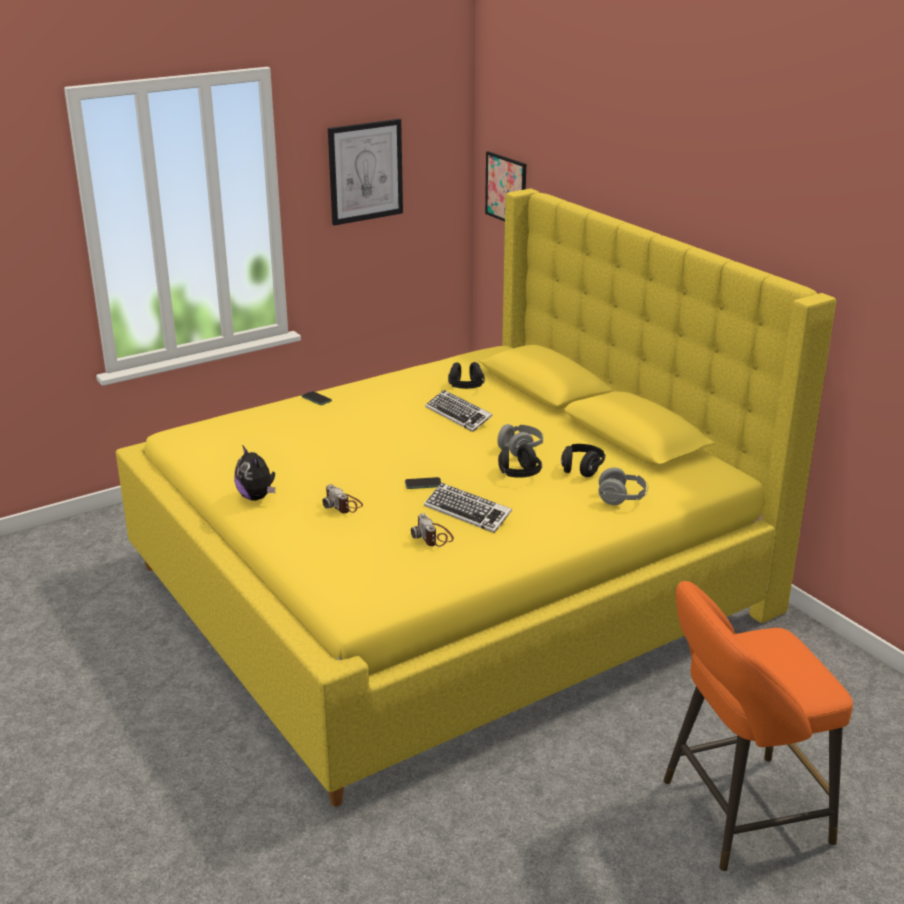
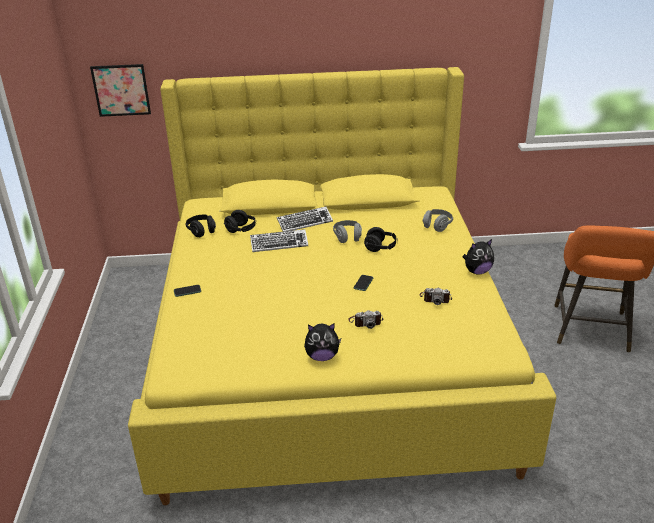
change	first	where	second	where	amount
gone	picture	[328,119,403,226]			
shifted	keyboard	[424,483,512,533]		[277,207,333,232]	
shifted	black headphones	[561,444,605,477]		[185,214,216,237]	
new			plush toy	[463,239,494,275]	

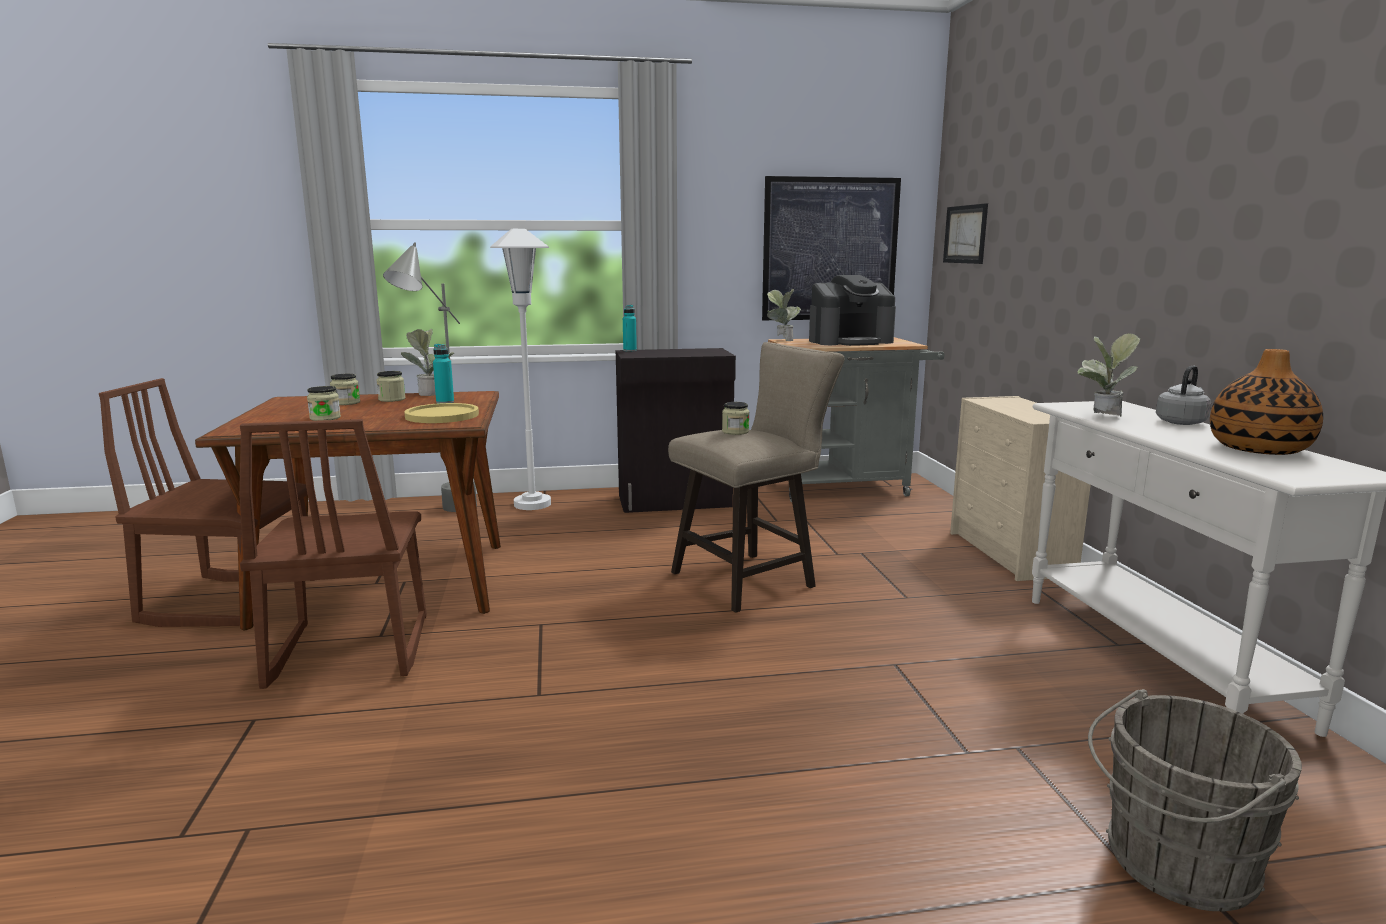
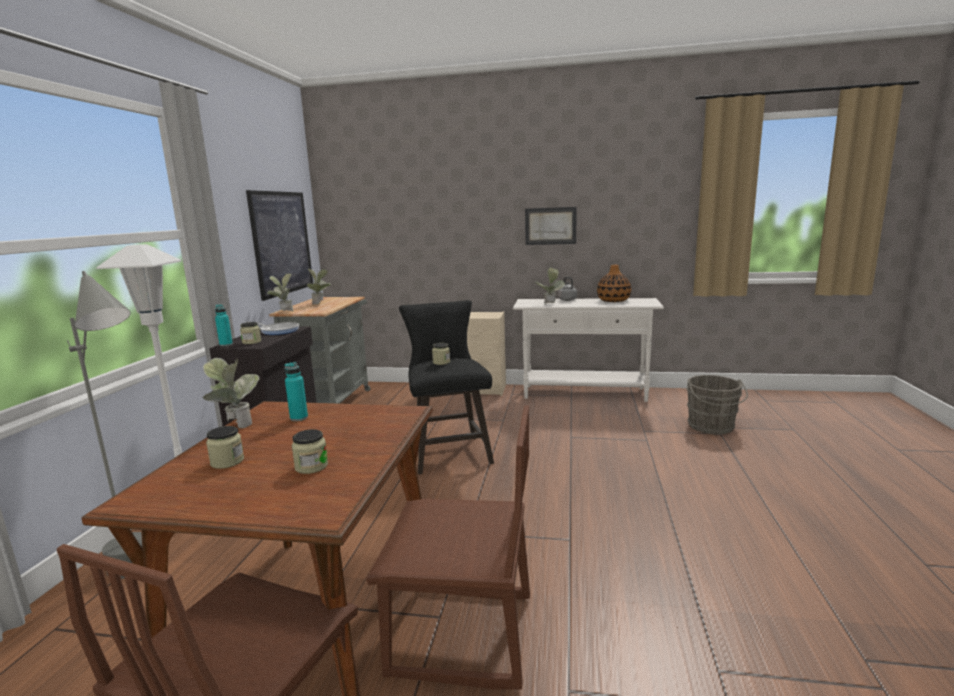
change	first	where	second	where	amount
shifted	jar	[376,371,405,402]		[240,322,261,344]	
gone	yellow plate	[404,403,479,423]			
repainted	beige stool	[668,342,845,613]	black stool	[399,300,494,474]	
swapped	coffee machine	[809,275,896,346]	potted plant	[307,269,331,305]	
shifted	picture	[943,203,988,264]		[525,207,577,245]	
new			frying pan	[258,322,299,335]	

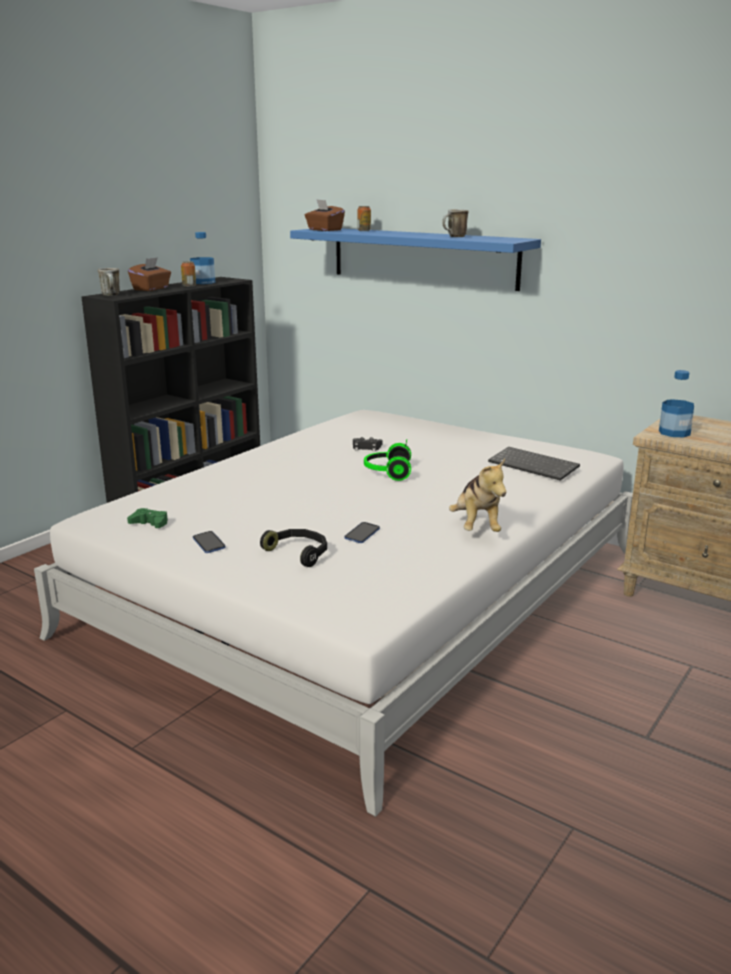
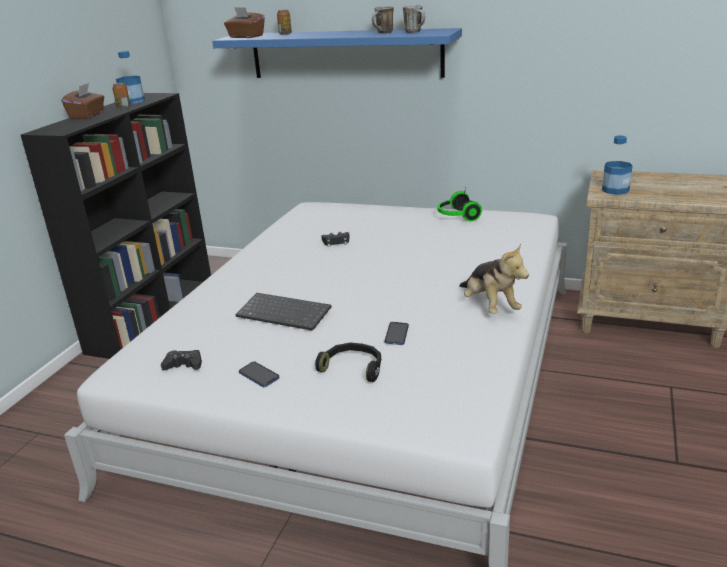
change	first	where	second	where	amount
shifted	mug	[98,268,120,296]		[403,5,425,33]	
repainted	green game controller	[127,508,168,528]	black game controller	[161,350,202,370]	
shifted	headphones	[364,439,411,481]		[437,187,482,221]	
shifted	keyboard	[488,447,580,481]		[235,293,332,331]	

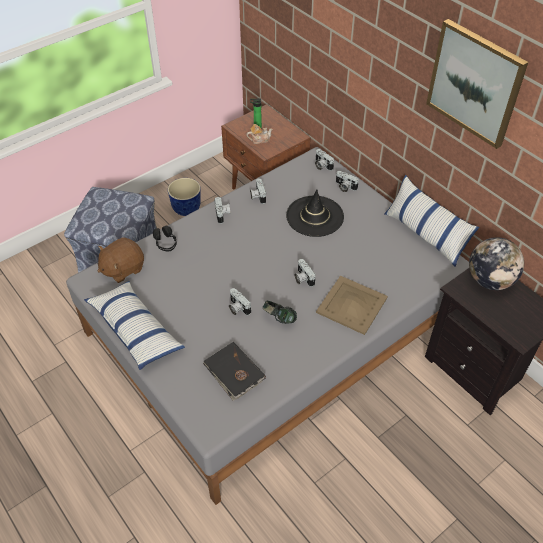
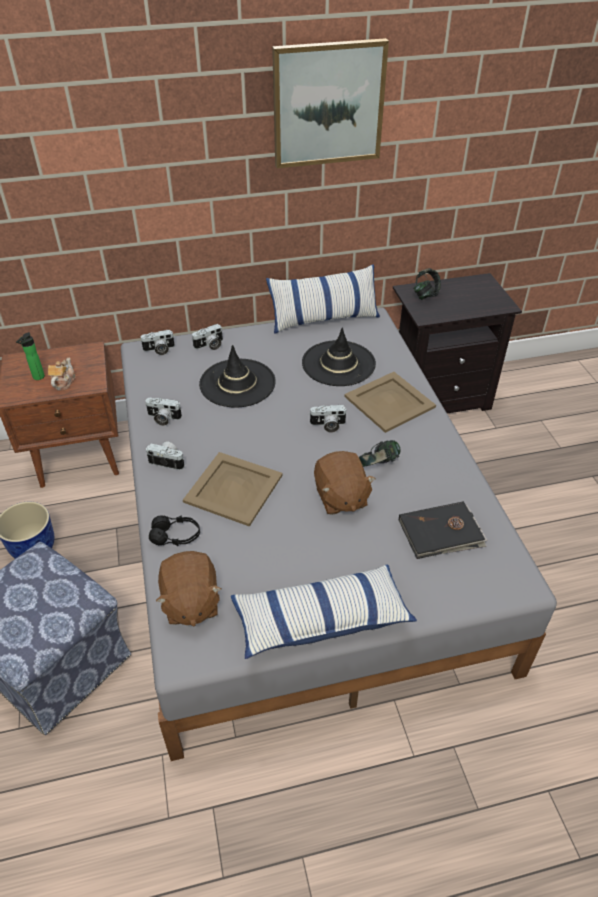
change	first	where	second	where	amount
swapped	photo camera	[229,288,251,315]	brown plush toy	[314,451,376,515]	
swapped	globe	[469,237,524,290]	headphones	[413,268,441,300]	
new			beige tray	[183,452,283,527]	
new			black hat	[302,327,376,386]	

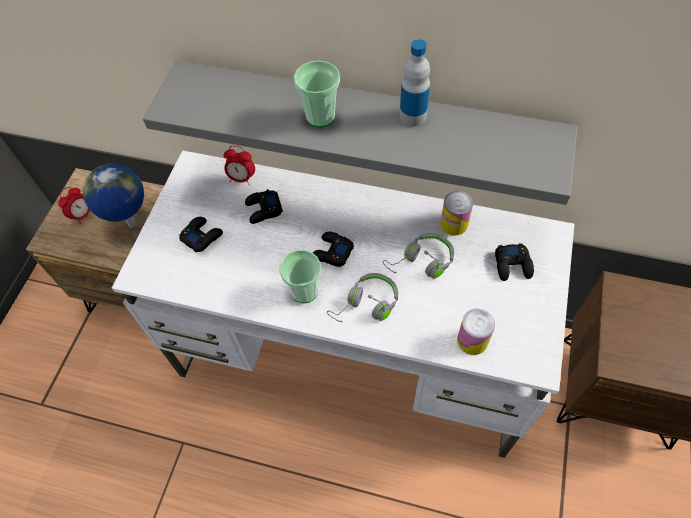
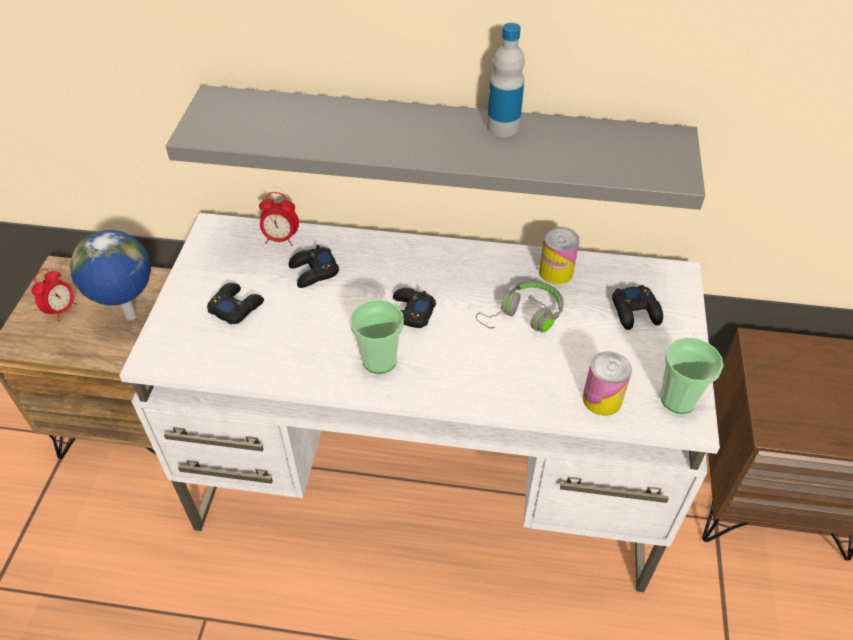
change	first	where	second	where	amount
shifted	cup	[294,61,340,127]		[660,338,724,414]	
gone	grey headphones	[327,273,398,322]			

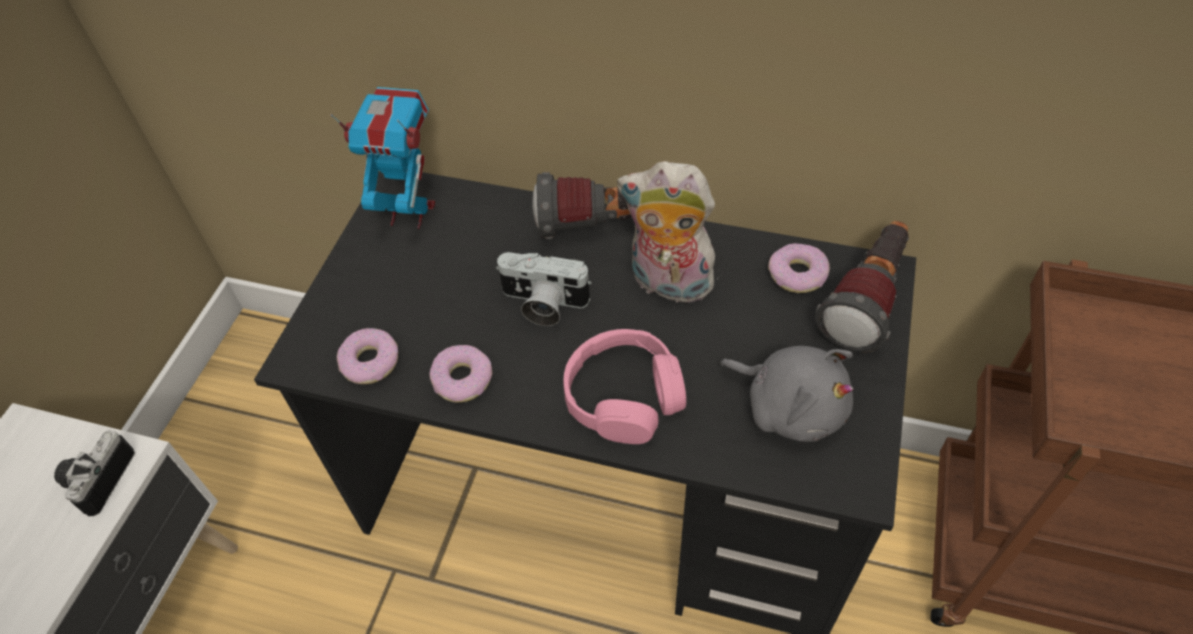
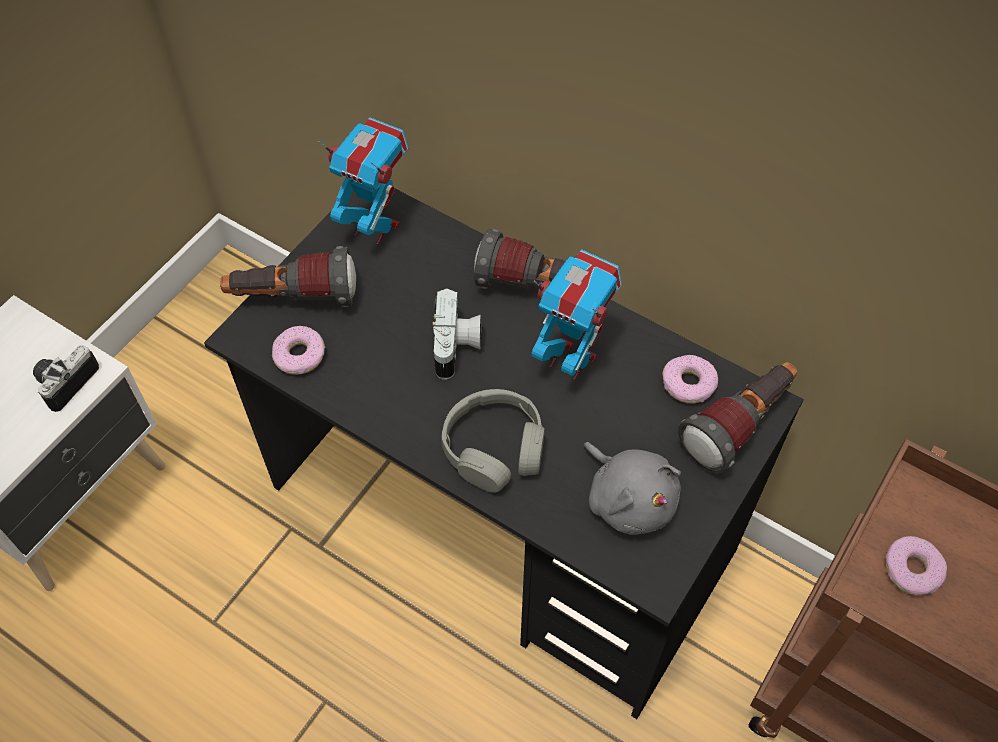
change	first	where	second	where	amount
shifted	donut	[429,345,492,402]		[886,536,947,595]	
rotated	photo camera	[496,252,592,326]		[433,289,481,380]	120 degrees counterclockwise
repainted	pink headphones	[564,329,686,444]	grey headphones	[441,389,545,493]	
swapped	plush toy	[617,161,718,308]	toy robot	[531,249,622,380]	
new			flashlight	[220,246,356,308]	

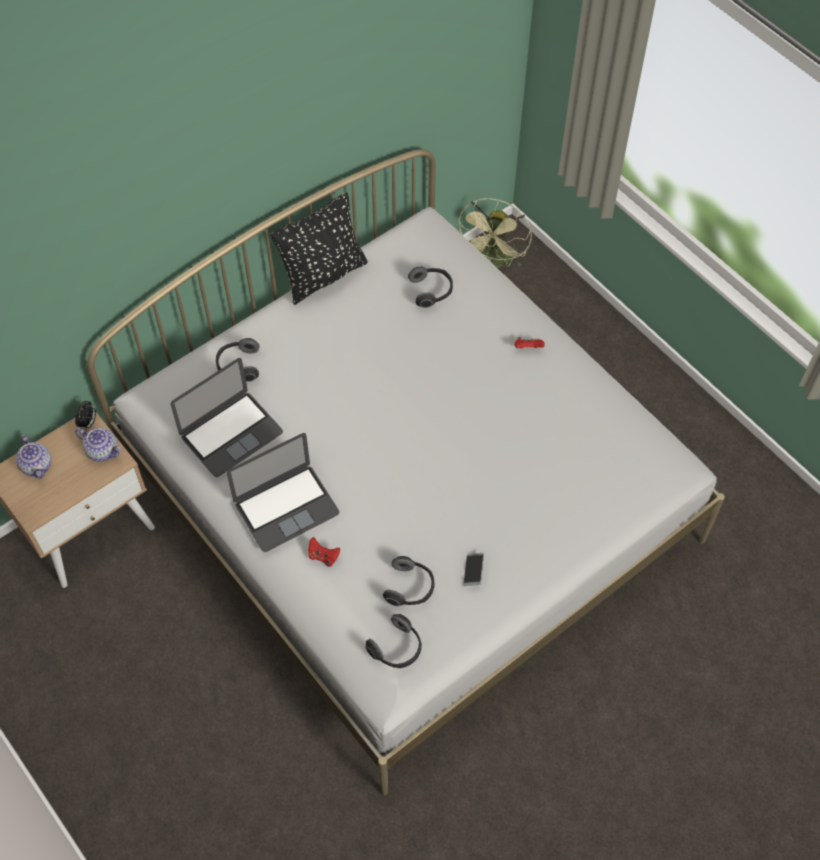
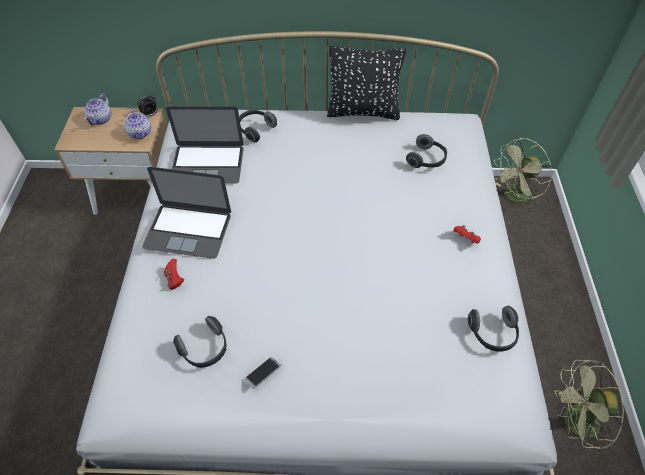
change	first	where	second	where	amount
shifted	headphones	[366,614,422,668]		[468,306,519,352]	
new			green fan	[555,360,624,453]	

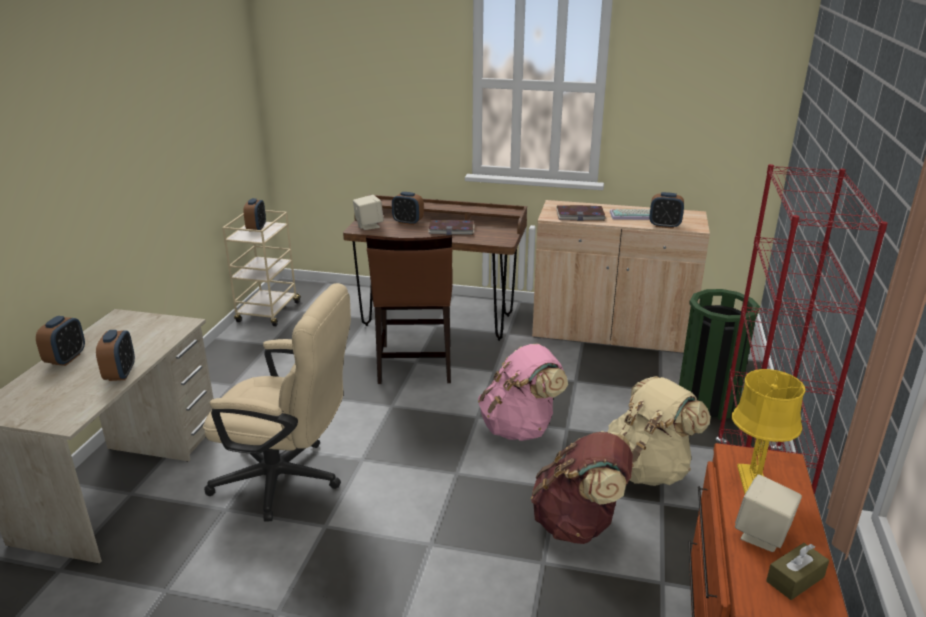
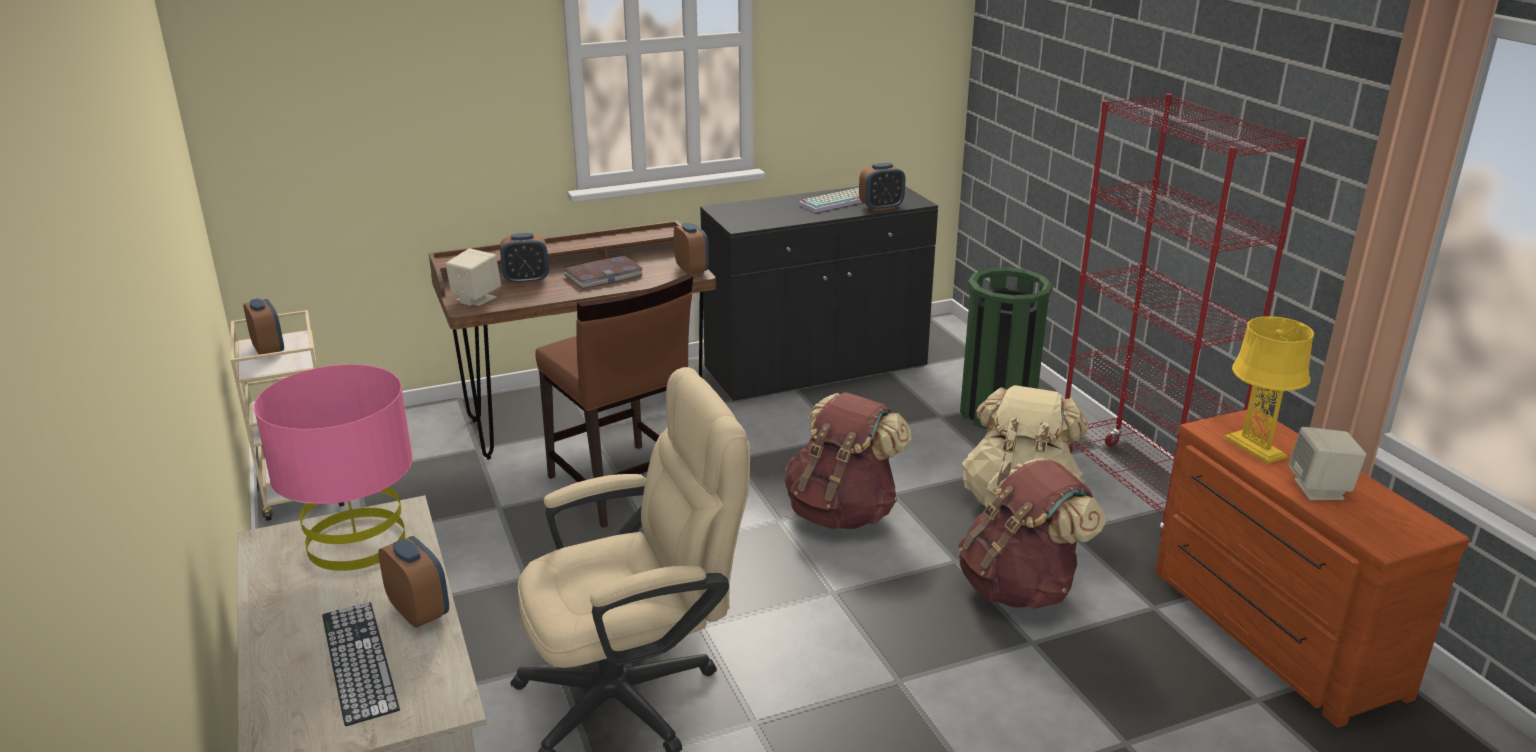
change	first	where	second	where	amount
shifted	alarm clock	[36,316,85,366]		[674,223,709,275]	
repainted	pink backpack	[478,343,568,441]	brown backpack	[785,392,912,530]	
repainted	beige cabinet	[532,200,710,354]	black cabinet	[700,186,938,403]	
gone	book	[556,205,606,221]			
gone	brown tissue box	[766,543,829,600]			
new			pink table lamp	[254,364,413,571]	
new			keyboard	[322,602,400,726]	

